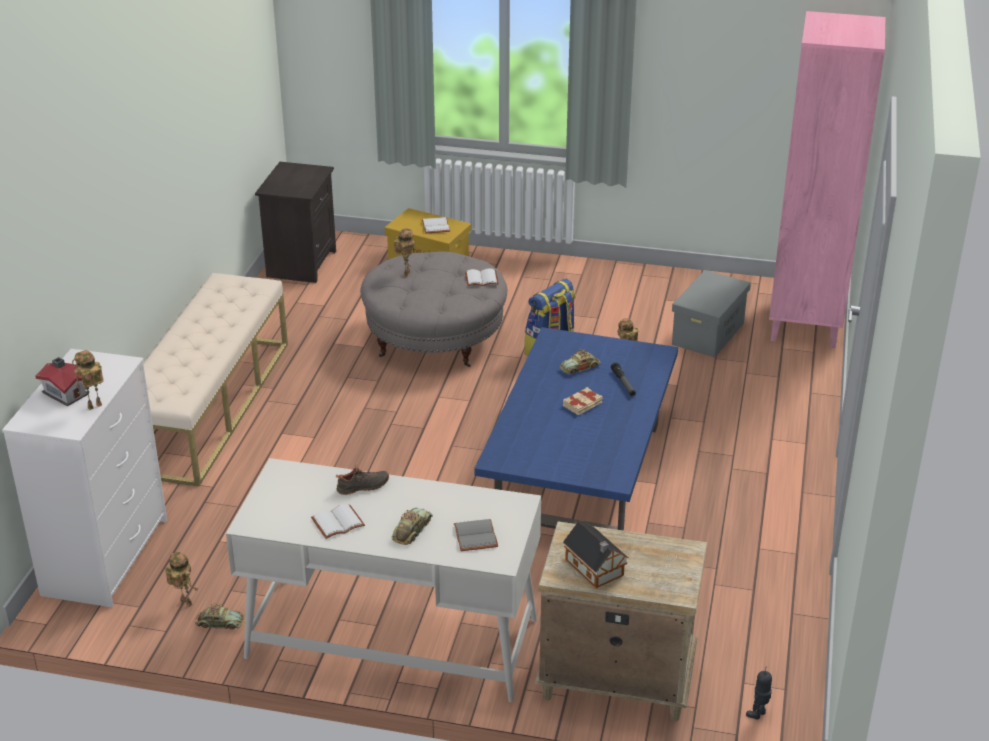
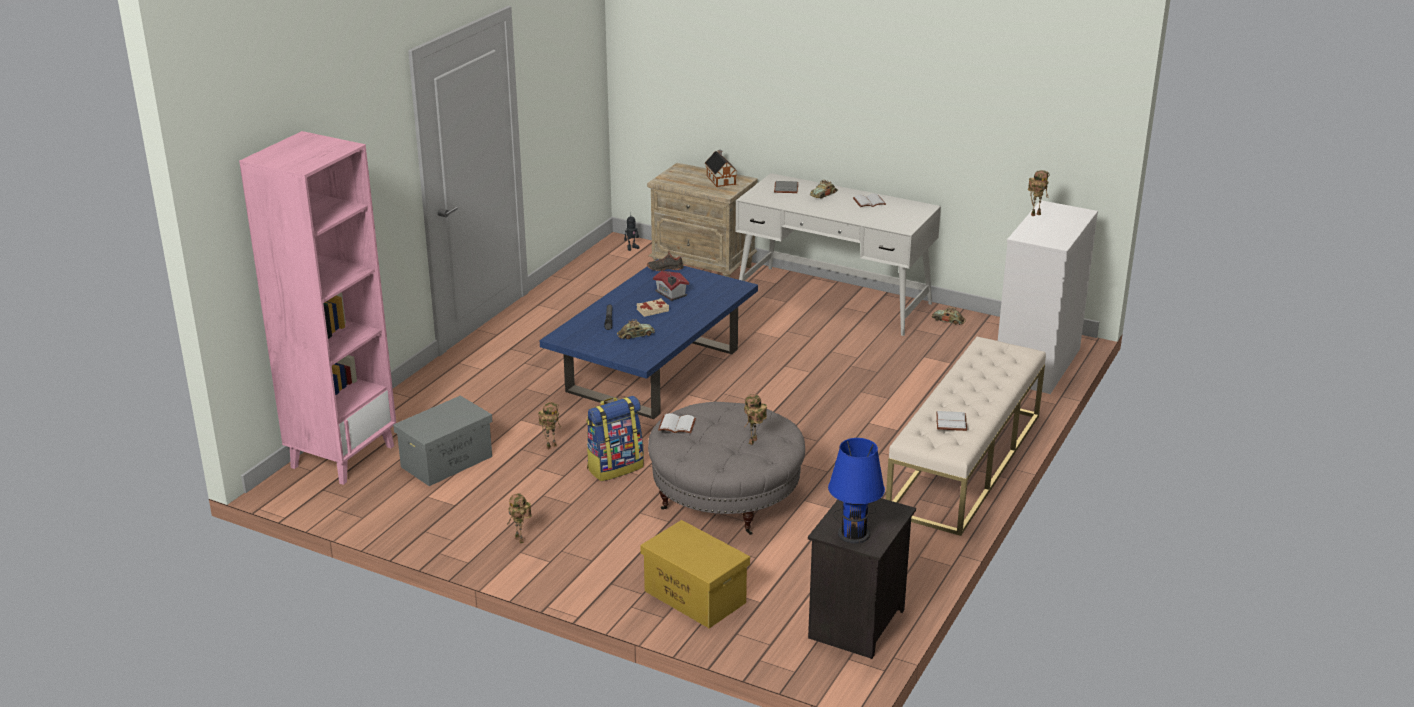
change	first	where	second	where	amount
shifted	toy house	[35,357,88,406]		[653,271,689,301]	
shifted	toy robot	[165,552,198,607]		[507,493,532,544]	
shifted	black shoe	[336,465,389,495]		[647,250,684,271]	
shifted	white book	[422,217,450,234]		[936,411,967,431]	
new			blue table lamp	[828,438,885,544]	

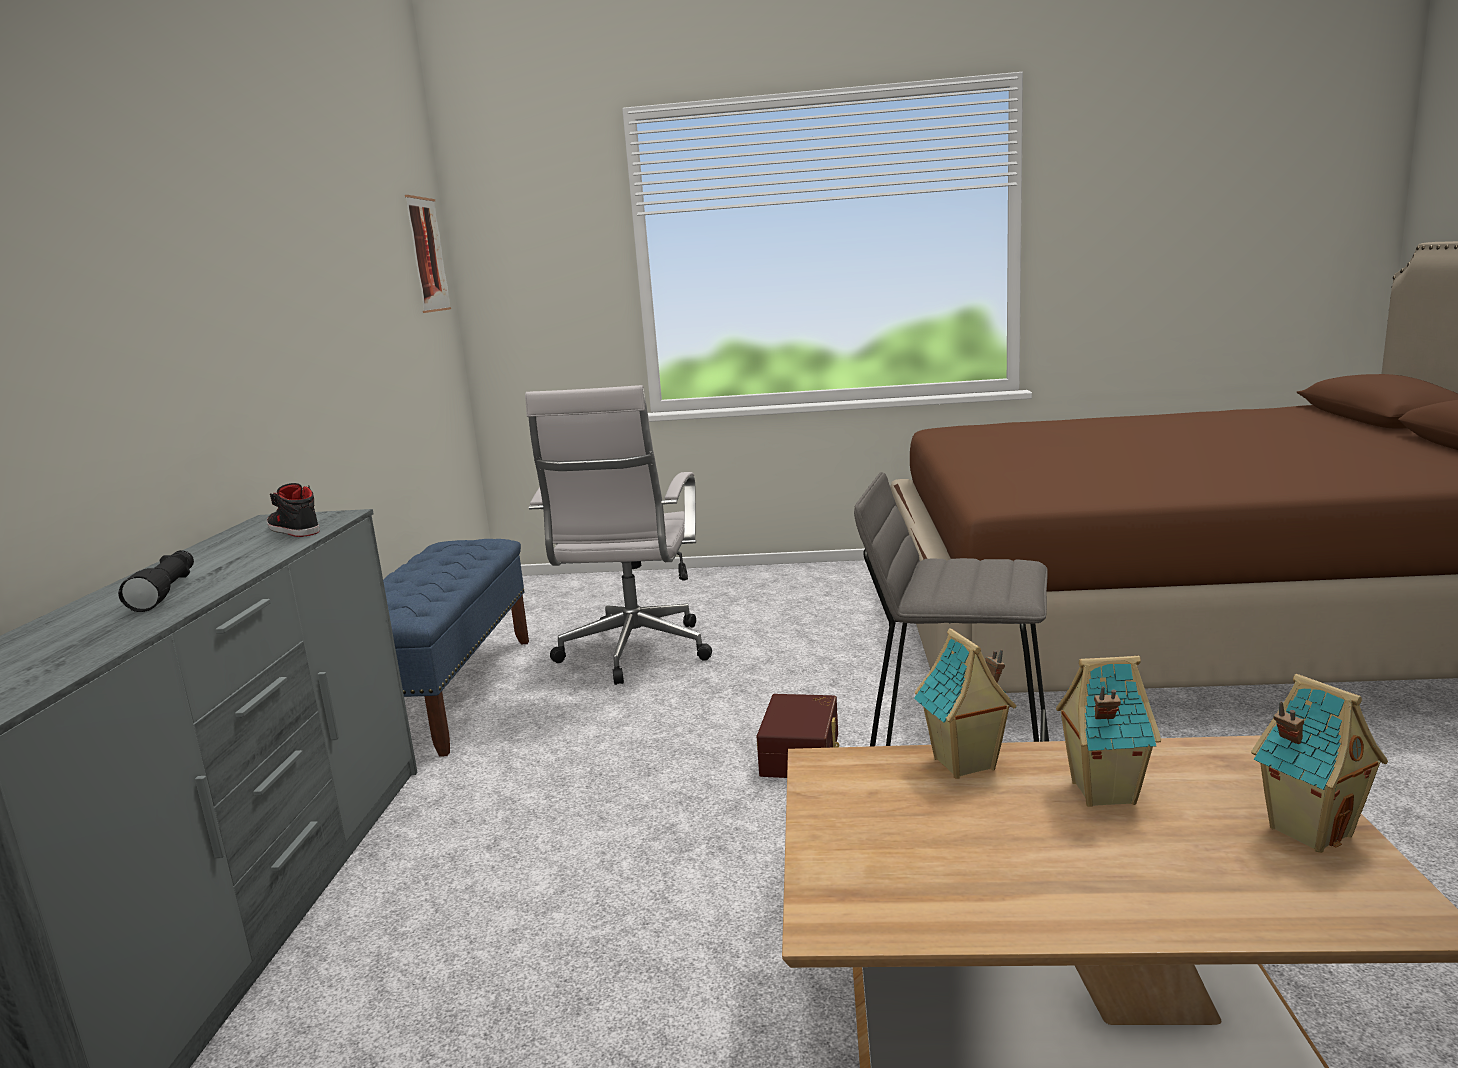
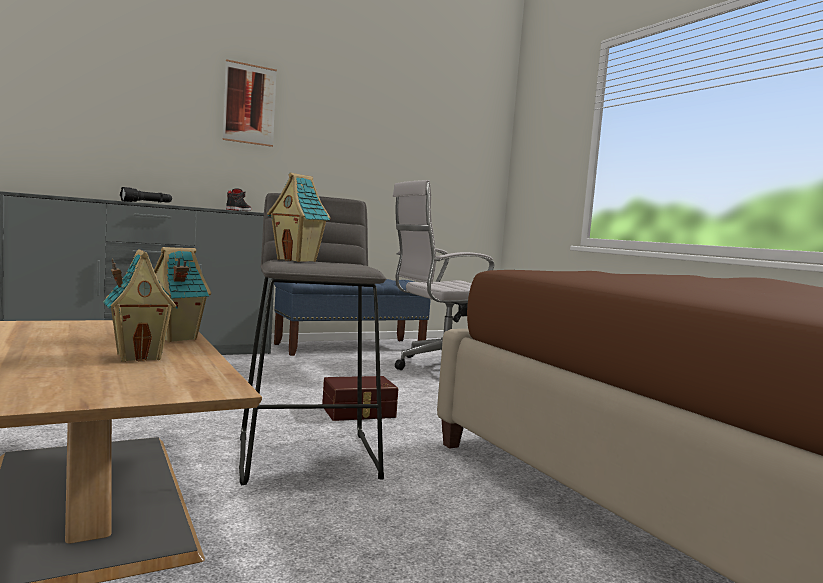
change	first	where	second	where	amount
shifted	picture	[405,195,451,313]		[223,59,277,147]	
shifted	toy house	[1251,674,1388,853]		[267,172,331,262]	

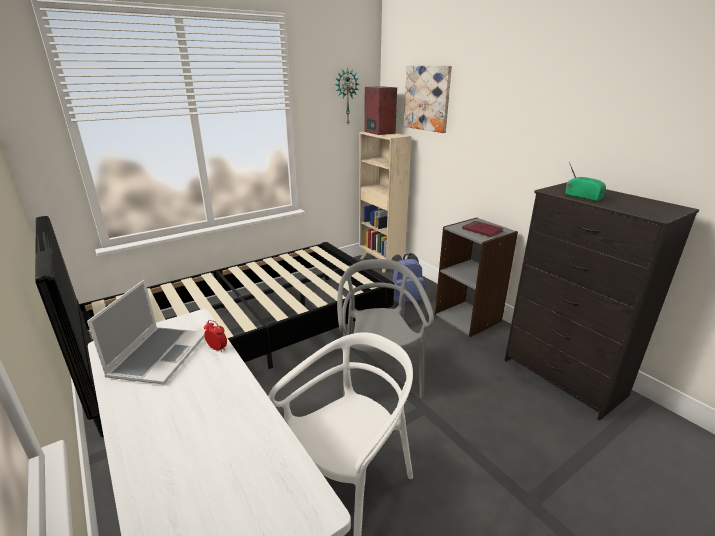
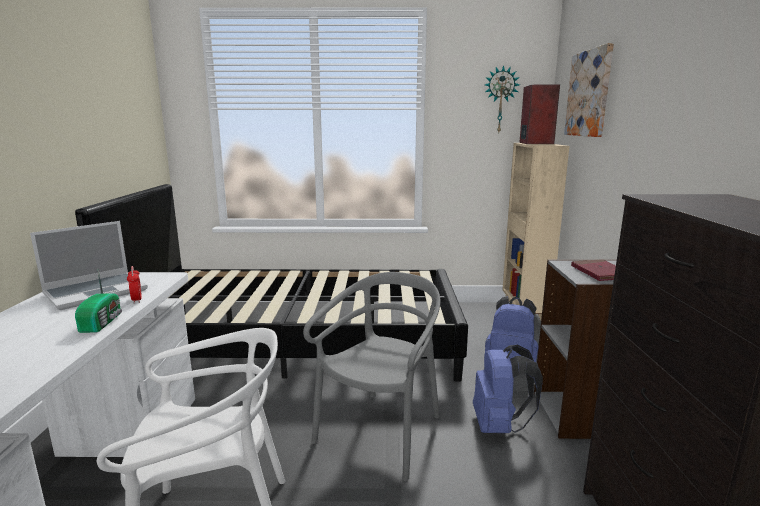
change	first	where	second	where	amount
shifted	radio	[565,162,606,201]		[75,271,122,333]	
new			blue backpack	[473,345,543,433]	

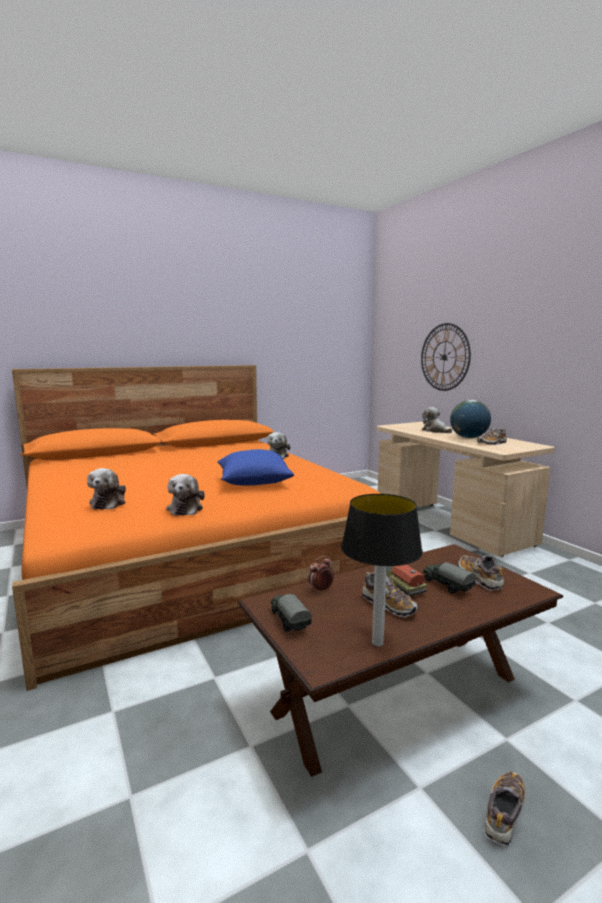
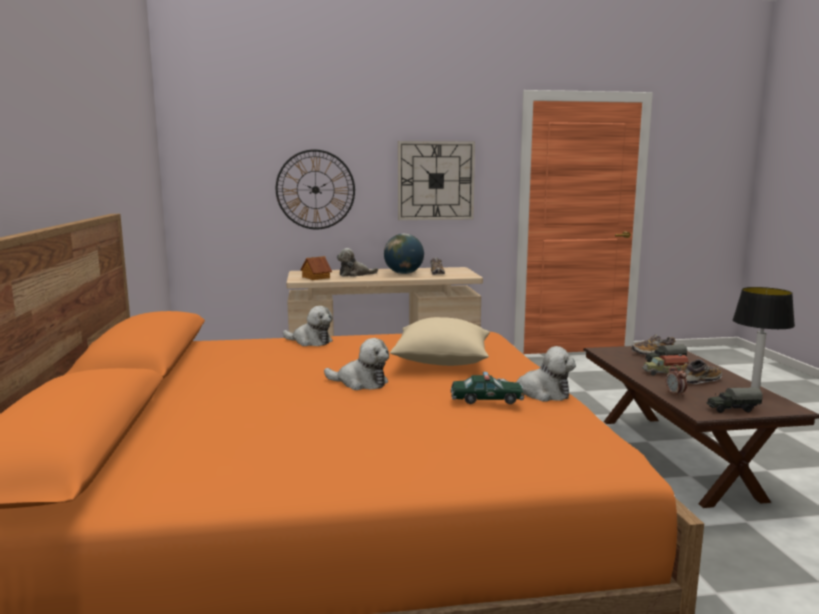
change	first	where	second	where	amount
shifted	plush toy	[87,468,126,510]		[324,338,389,390]	
repainted	blue pillow	[217,449,294,486]	beige pillow	[390,317,490,366]	
gone	shoe	[485,771,525,846]			
new			toy house	[301,256,332,280]	
new			wall clock	[398,141,475,220]	
new			toy car	[451,372,524,404]	

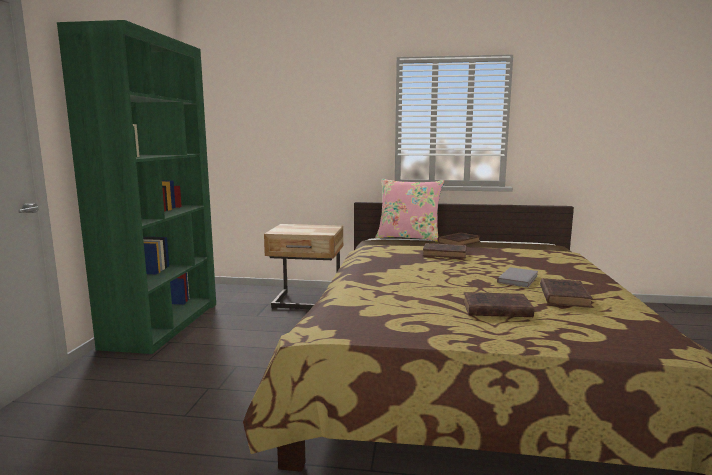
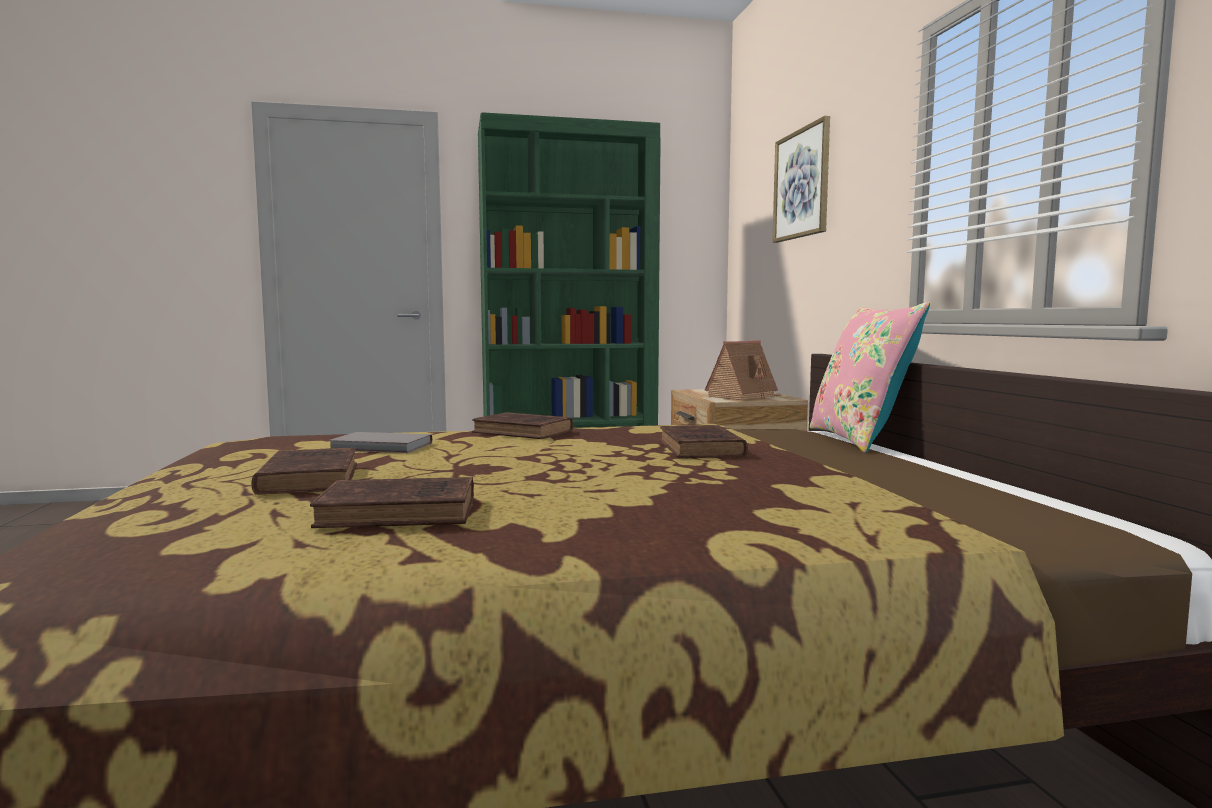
change	first	where	second	where	amount
shifted	brown book	[437,232,480,245]		[472,412,573,439]	
shifted	grey book	[497,267,538,288]		[328,432,432,453]	
new			toy house	[705,340,781,400]	
new			picture	[773,116,830,243]	

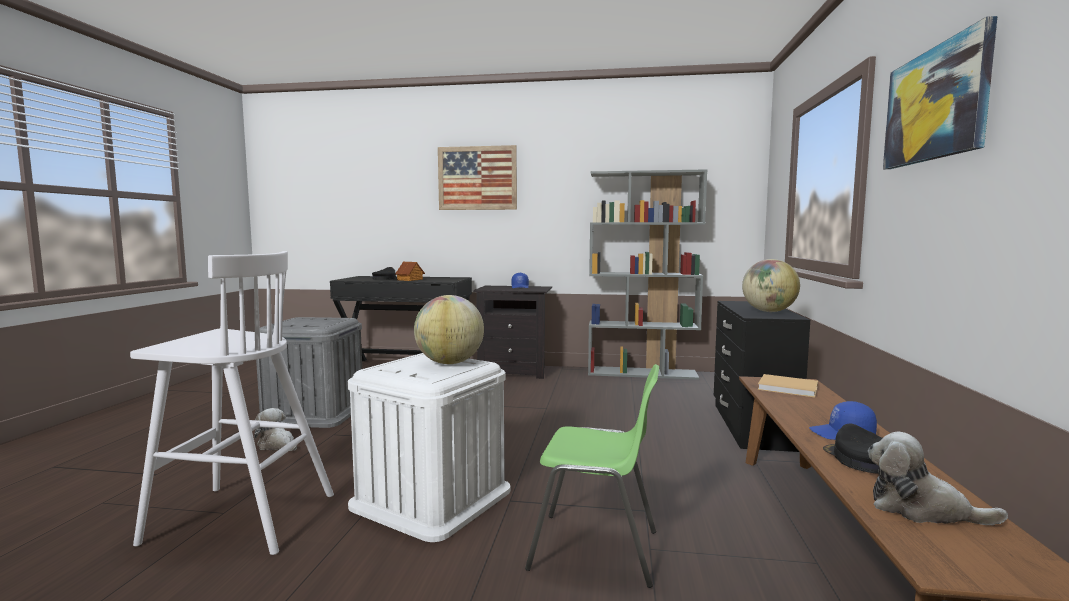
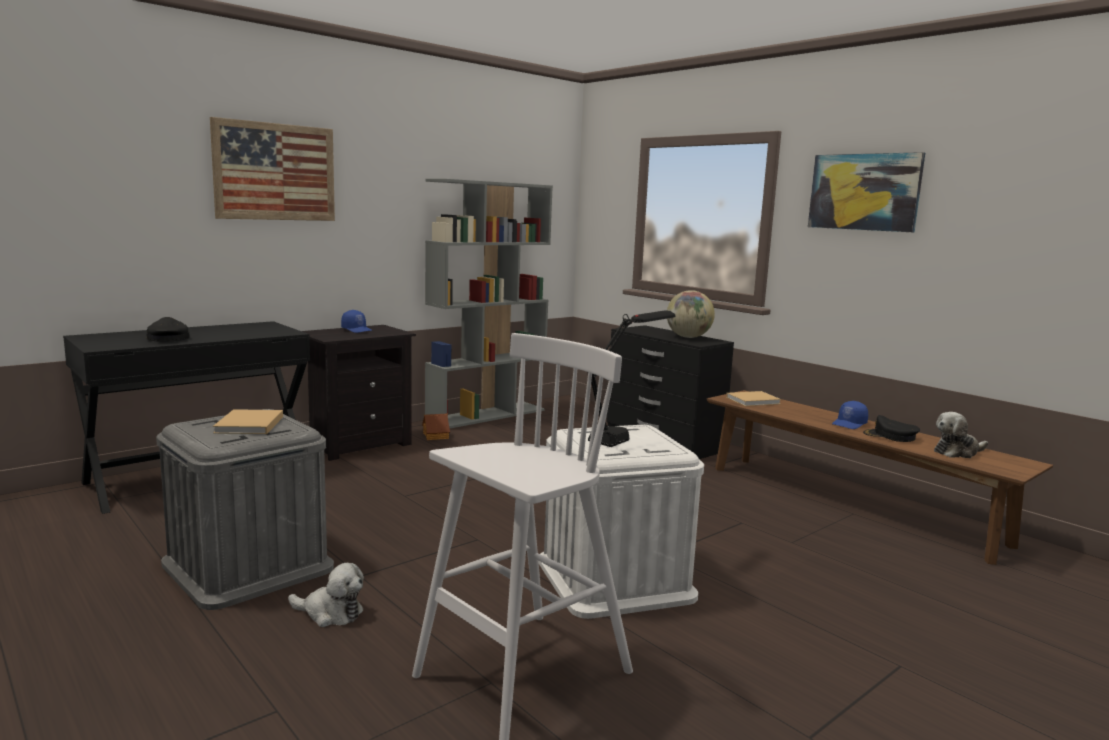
change	first	where	second	where	amount
rotated	plush toy	[254,408,297,451]		[288,563,364,627]	150 degrees counterclockwise
shifted	toy house	[395,262,425,281]		[422,413,450,440]	
swapped	globe	[414,295,484,364]	black table lamp	[588,310,675,447]	
gone	green chair	[525,364,659,588]			
new			beige book	[213,409,283,434]	

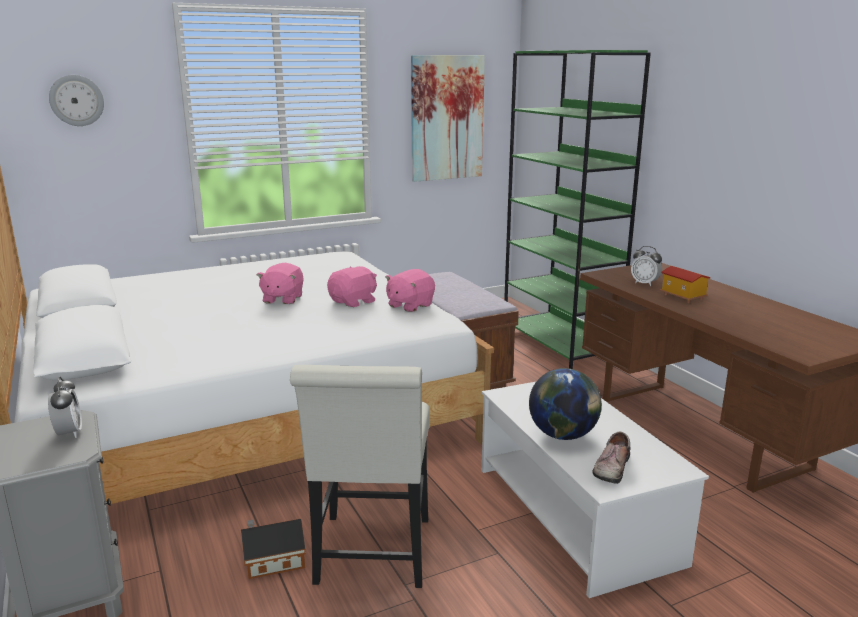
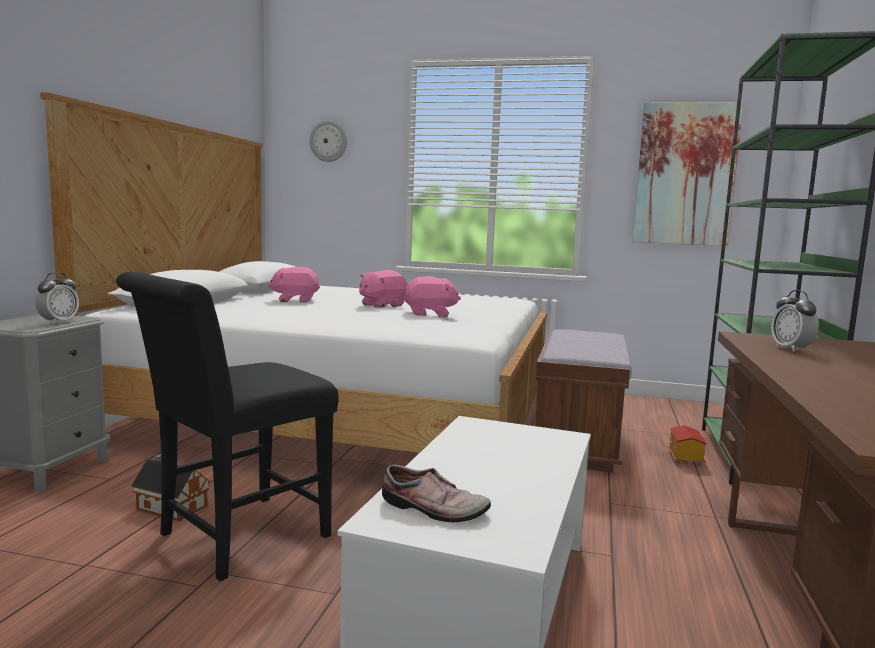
change	first	where	second	where	amount
repainted	white chair	[290,365,430,588]	black chair	[116,272,339,581]	
shifted	pink plush toy	[385,269,435,312]		[268,267,320,303]	
gone	globe	[529,368,602,440]			
rotated	shoe	[593,432,630,484]		[382,465,491,522]	135 degrees counterclockwise
shifted	toy house	[660,266,711,303]		[667,425,707,466]	

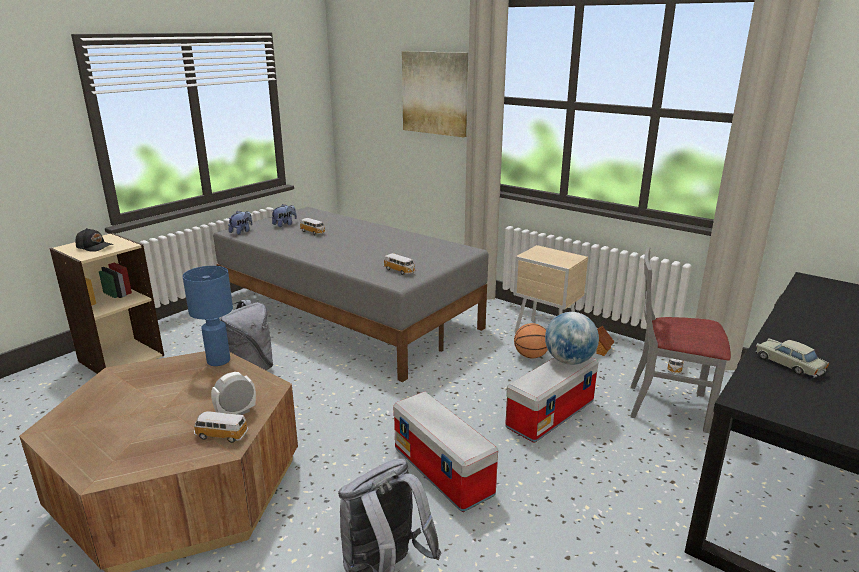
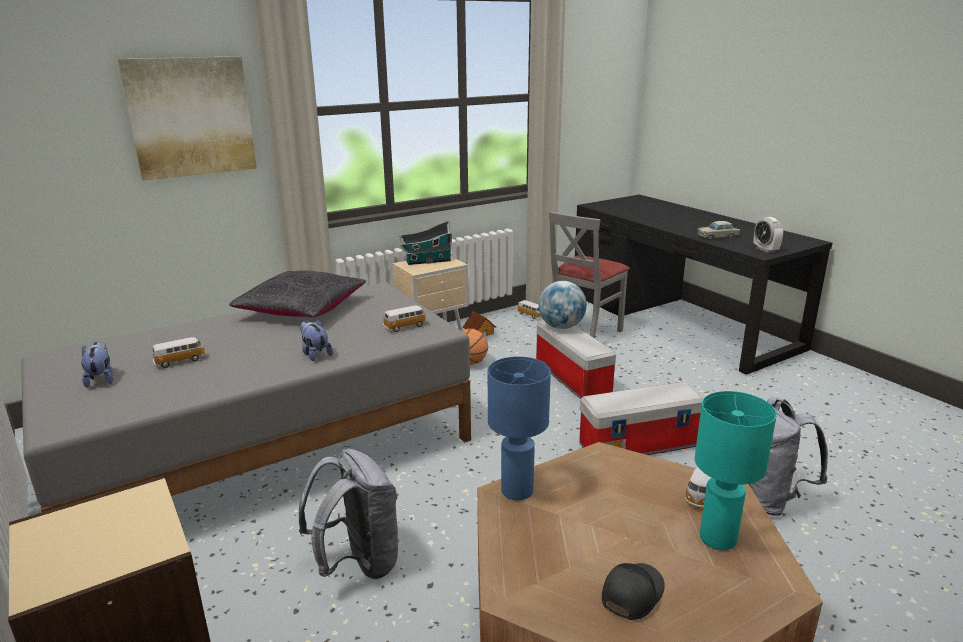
change	first	where	second	where	amount
shifted	black cap	[75,228,114,252]		[602,563,665,620]	
shifted	alarm clock	[211,372,256,415]		[754,217,783,253]	
shifted	plush toy	[228,210,252,235]		[300,320,333,361]	
new			black pillow	[229,271,366,318]	
new			toy house	[399,221,452,265]	
new			turquoise table lamp	[695,391,777,550]	

